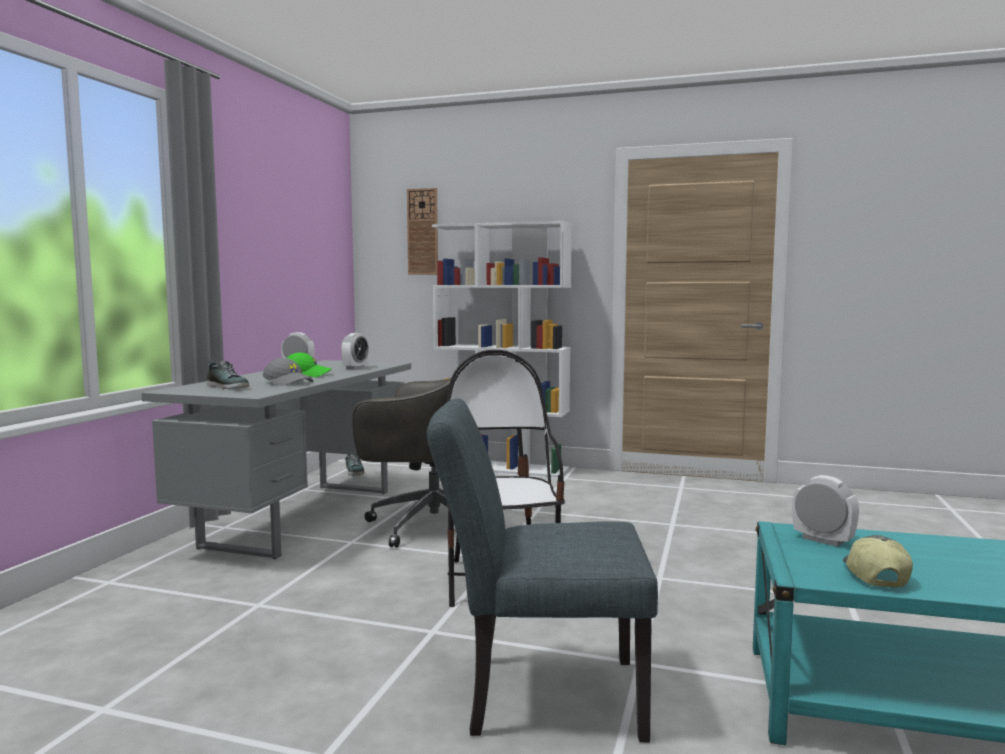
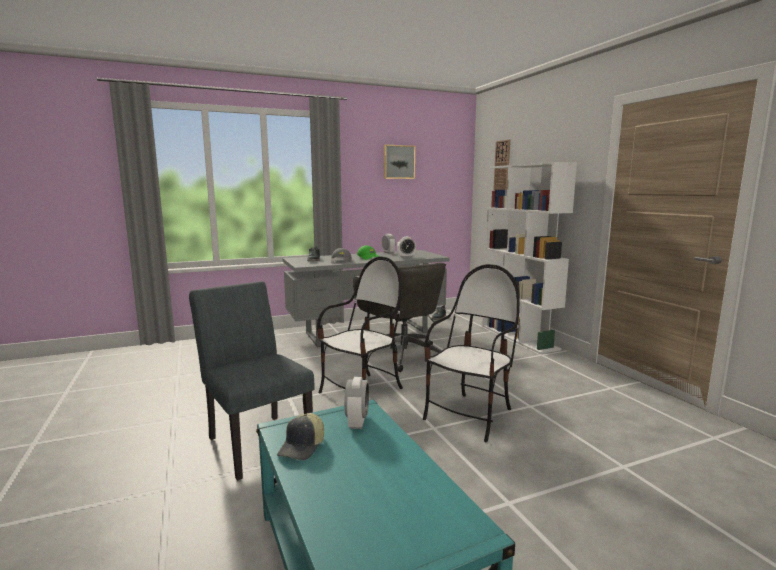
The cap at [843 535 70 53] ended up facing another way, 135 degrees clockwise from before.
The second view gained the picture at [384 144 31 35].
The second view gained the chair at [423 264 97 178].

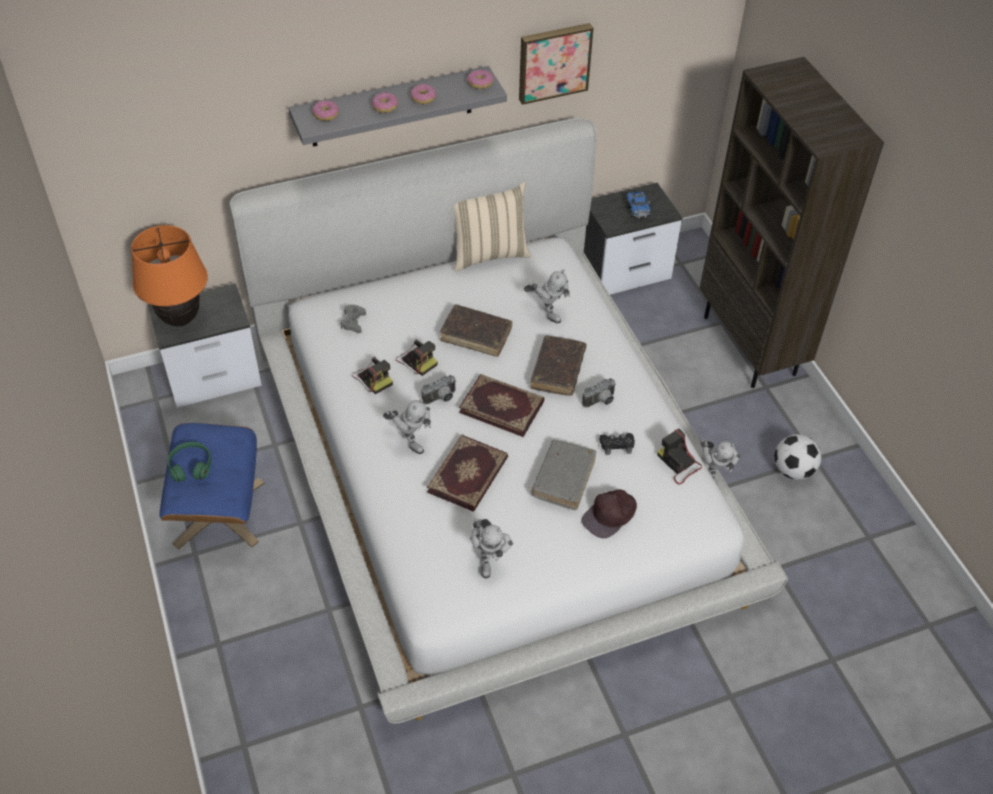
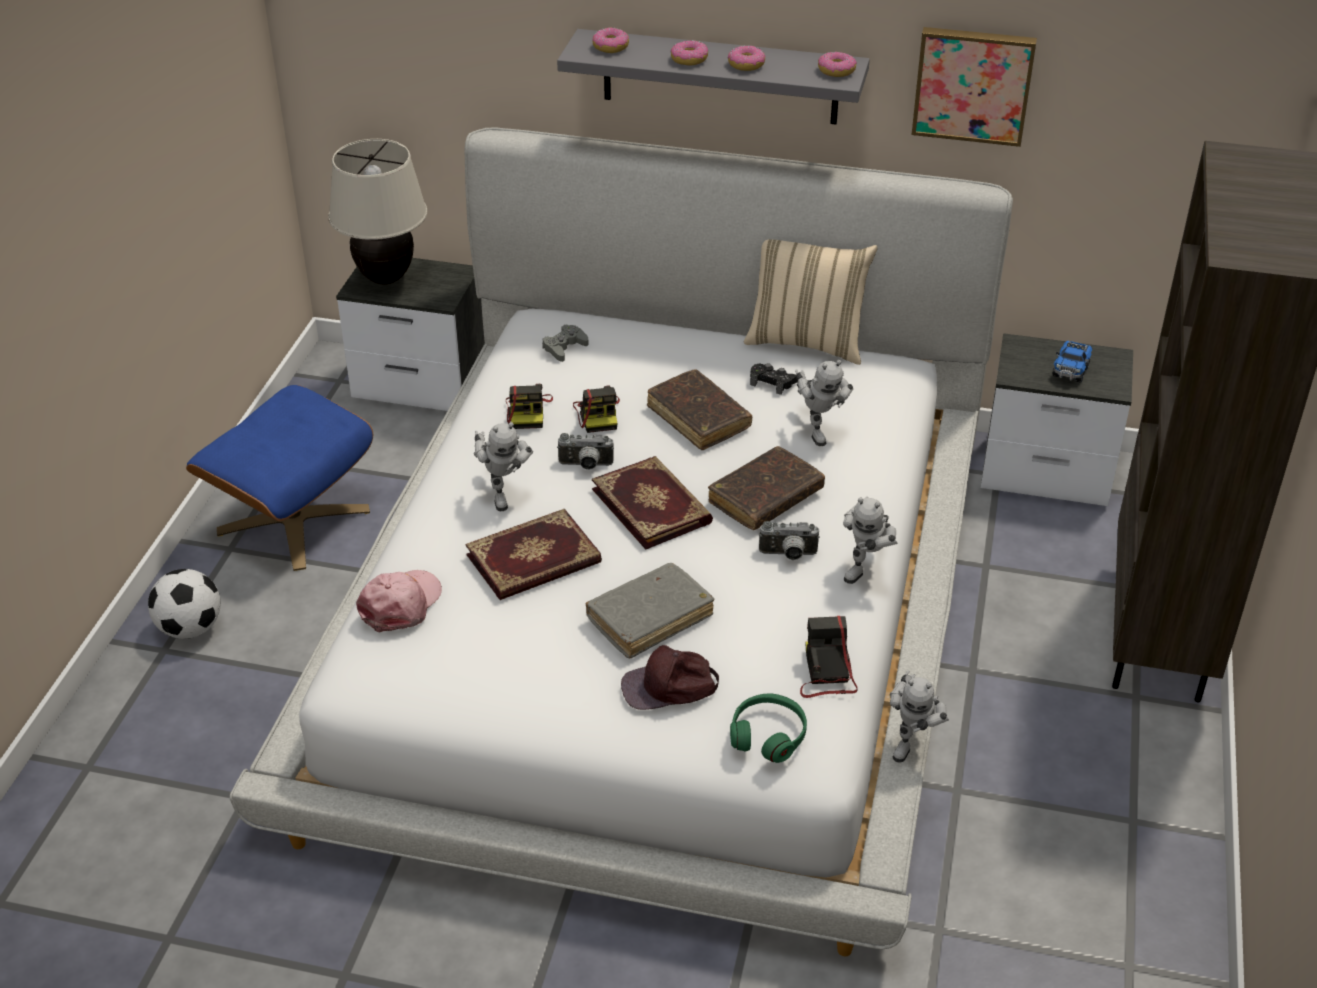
What was the table lamp (orange) at [131 225 77 102] turned into the table lamp (beige) at [328 139 99 146].
The headphones (green) ended up elsewhere, having gone from [168 442 43 40] to [730 693 77 70].
The toy robot ended up elsewhere, having gone from [470 518 44 60] to [843 496 54 88].
The game controller (black) ended up elsewhere, having gone from [599 433 36 22] to [750 363 48 32].
The football ended up elsewhere, having gone from [774 434 47 46] to [148 569 73 70].
The second view gained the cap (pink) at [356 570 86 62].

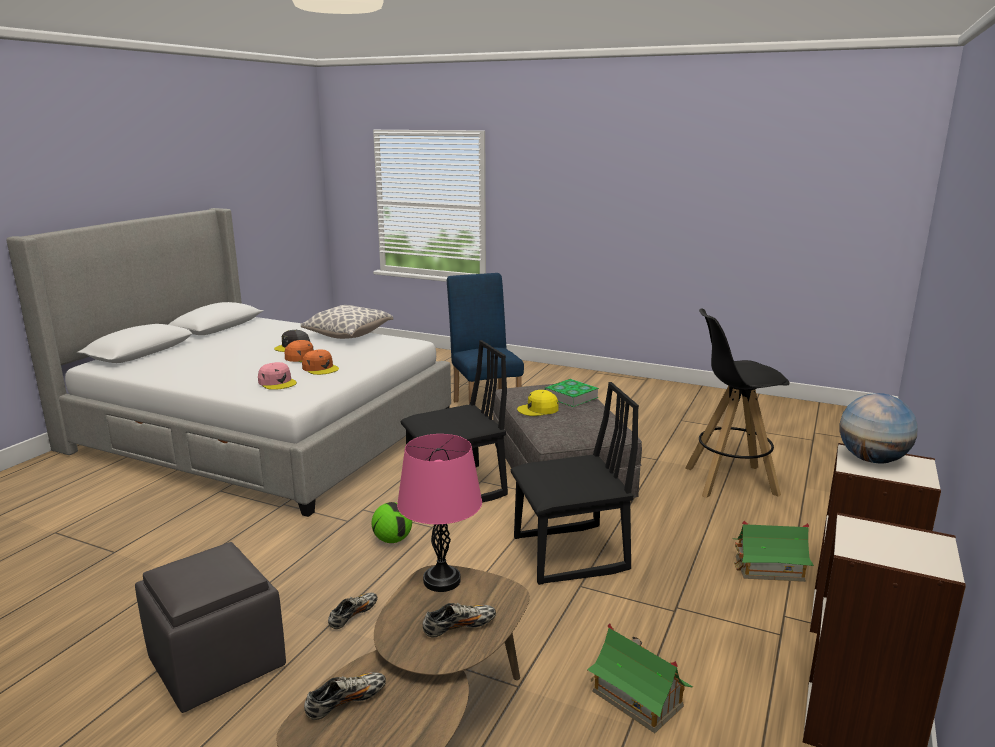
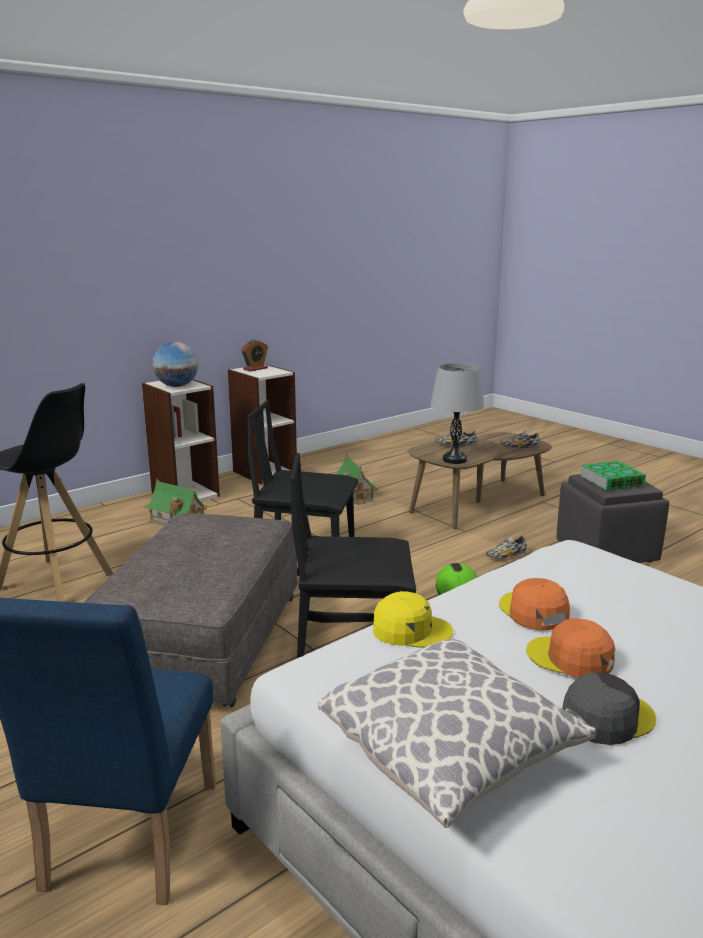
The second view lost the cap (pink) at [258 362 39 28].
What was the table lamp (pink) at [397 434 85 158] turned into the table lamp (grey) at [430 363 54 101].
The cap (yellow) ended up elsewhere, having gone from [517 390 42 26] to [373 591 80 57].
The book ended up elsewhere, having gone from [544 379 55 28] to [581 461 65 30].
The second view gained the alarm clock at [241 340 27 31].

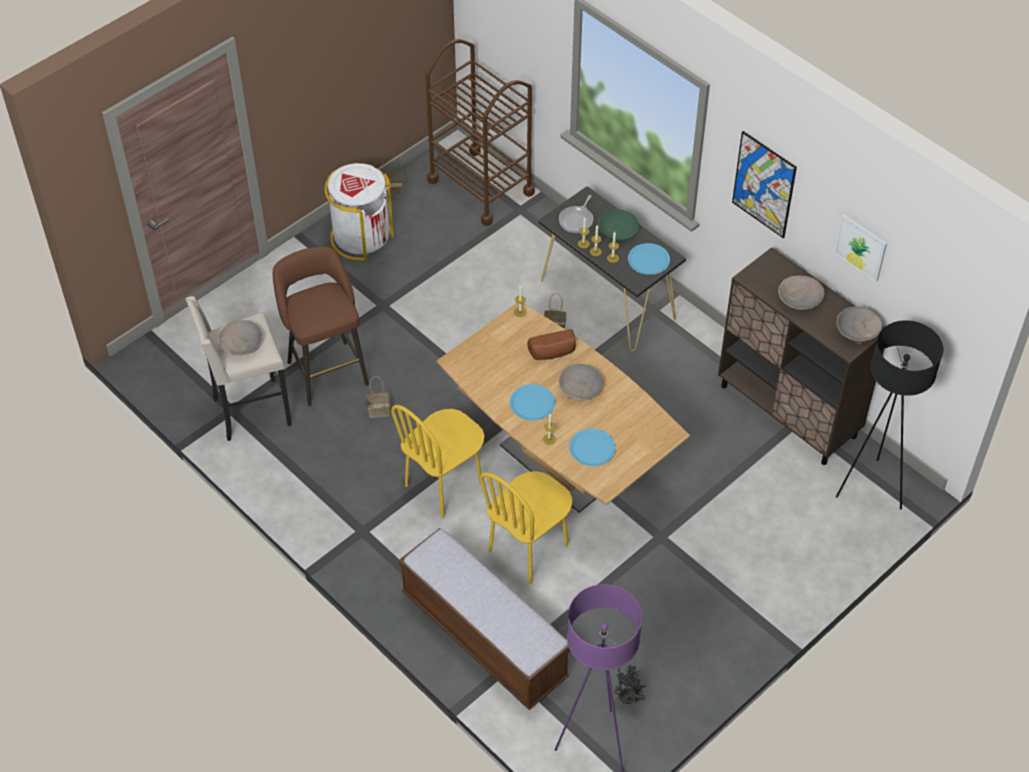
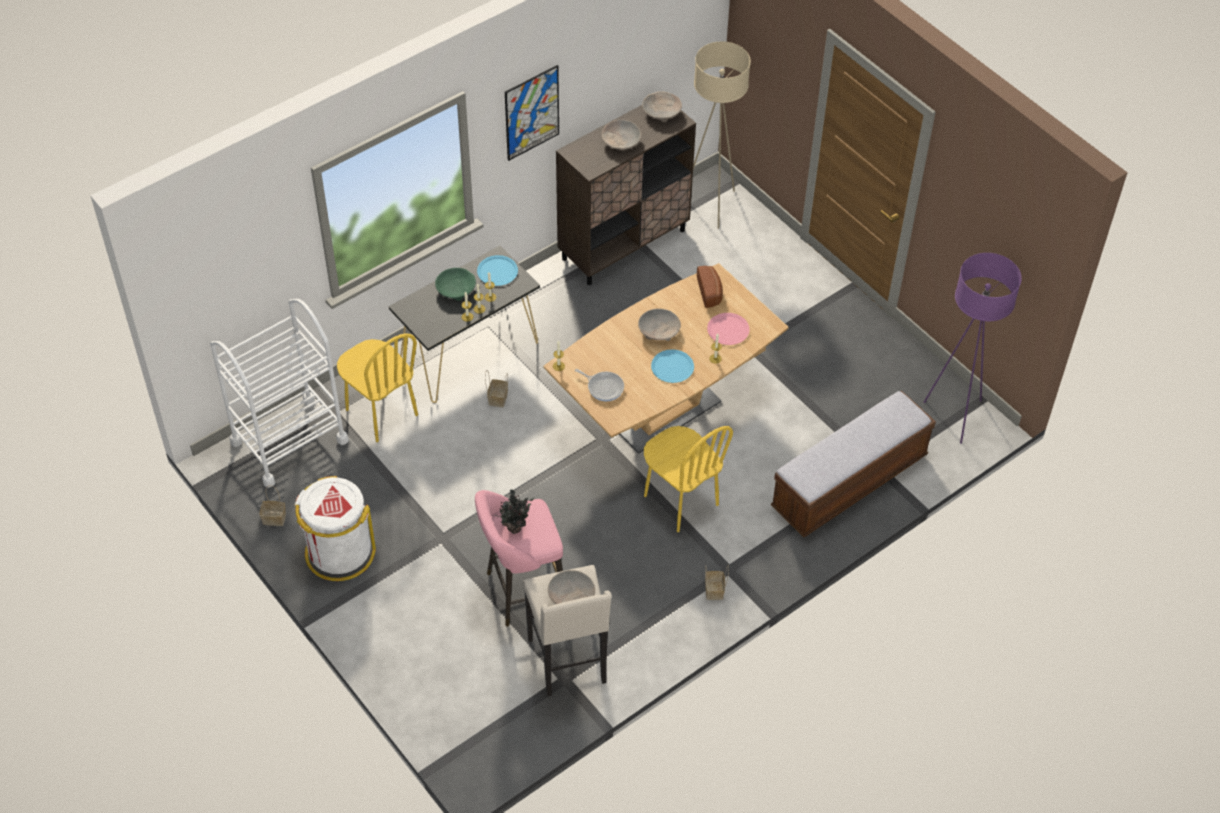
What was the stool (brown) at [273 246 96 160] turned into the stool (pink) at [475 490 88 137].
The basket ended up elsewhere, having gone from [366 377 24 41] to [705 565 24 35].
What was the cart (brown) at [425 39 110 187] turned into the cart (white) at [210 299 139 189].
The chair (yellow) ended up elsewhere, having gone from [480 471 92 113] to [337 334 81 108].
The bread ended up elsewhere, having gone from [527 329 49 31] to [697 266 26 42].
The frying pan ended up elsewhere, having gone from [559 195 34 38] to [575 369 49 32].
What was the plate (blue) at [569 429 47 37] turned into the plate (pink) at [707 313 43 32].
The potted plant ended up elsewhere, having gone from [614 664 32 40] to [495 489 39 45].
The second view lost the picture at [834 214 53 68].
What was the floor lamp (black) at [836 320 107 189] turned into the floor lamp (beige) at [693 41 58 188].

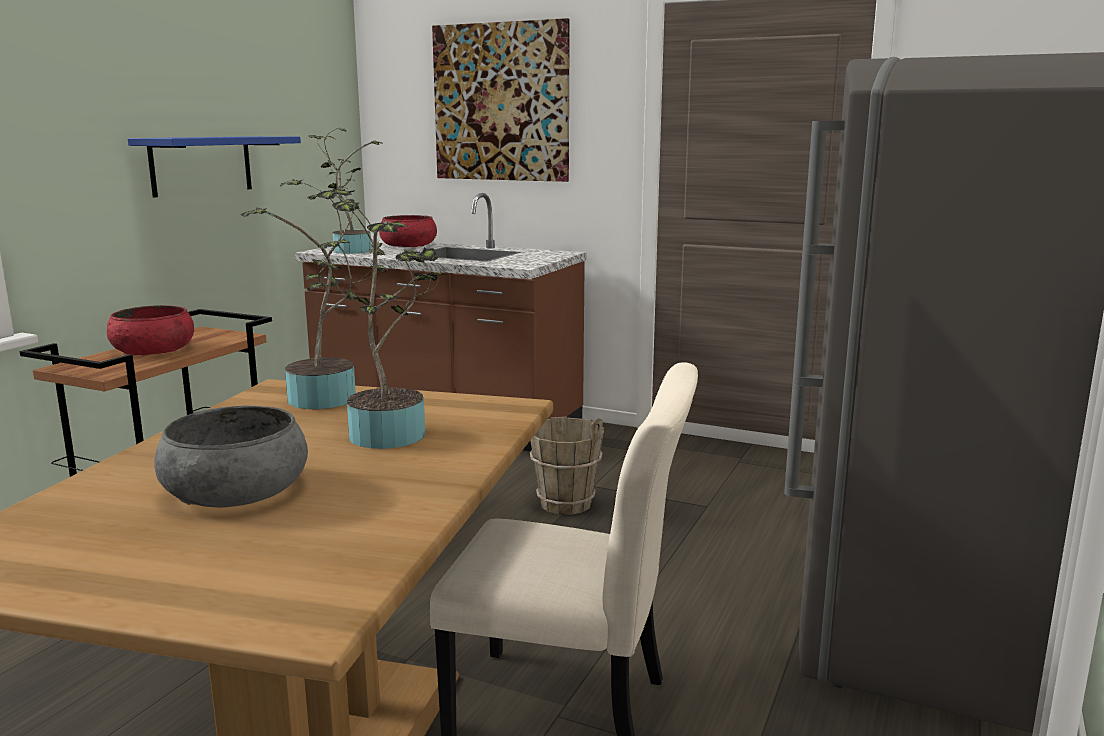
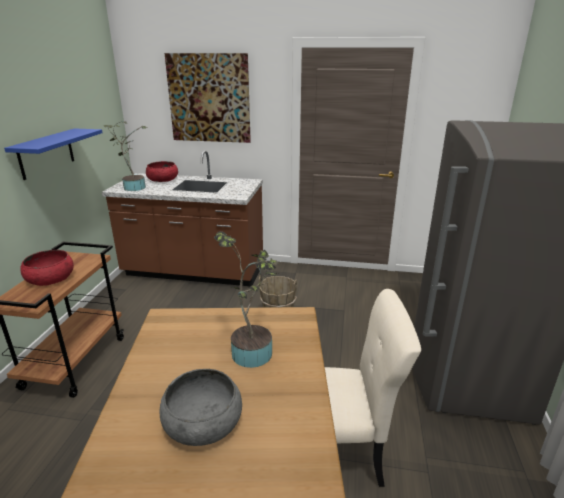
The second view lost the potted plant at [240 179 148 230].

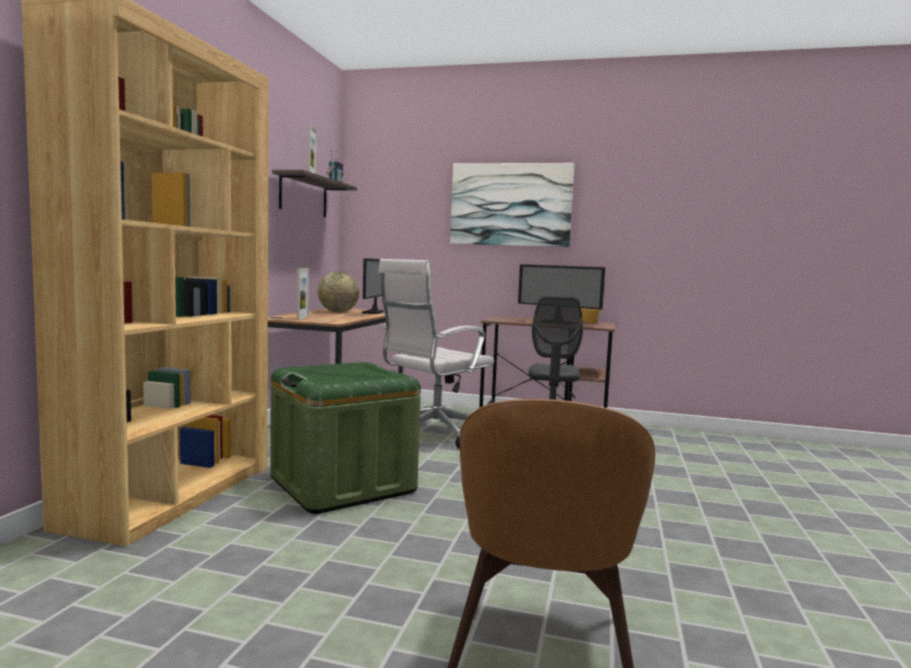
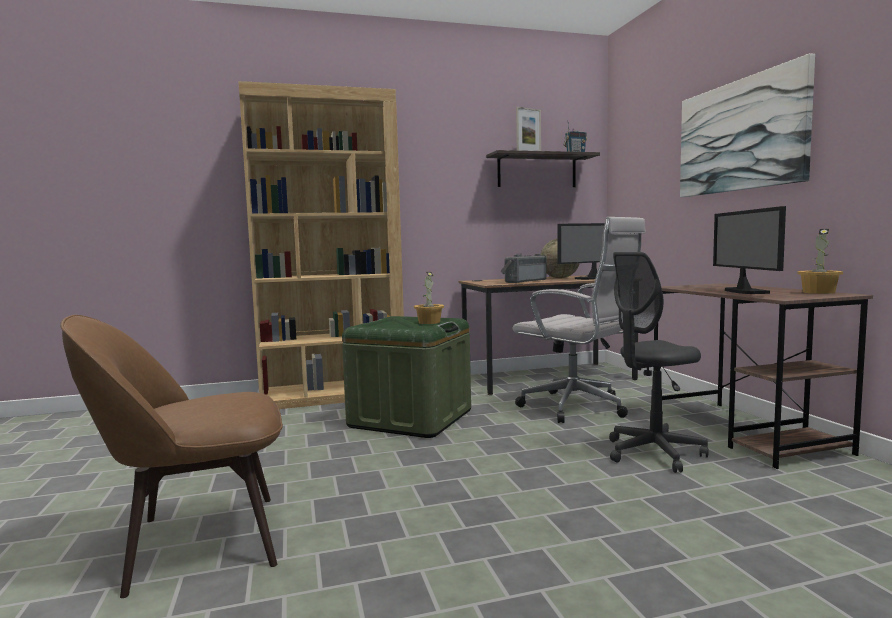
The second view lost the picture frame at [297 268 12 52].
The office chair (white) at [378 259 116 190] ended up facing another way, 150 degrees counterclockwise from before.
The second view gained the potted plant at [414 272 30 52].
The second view gained the radio at [501 253 46 30].

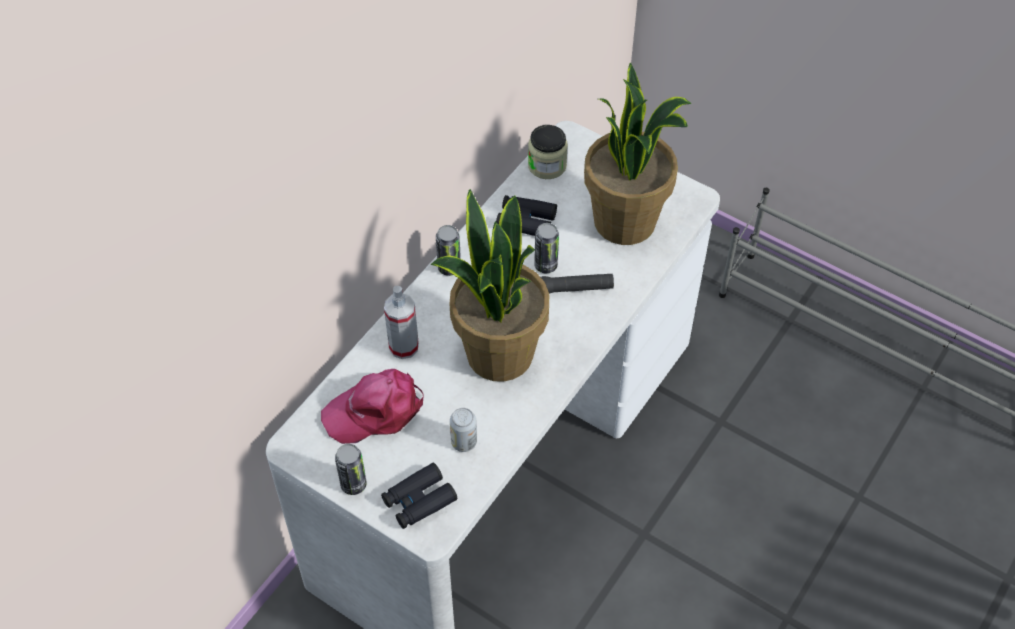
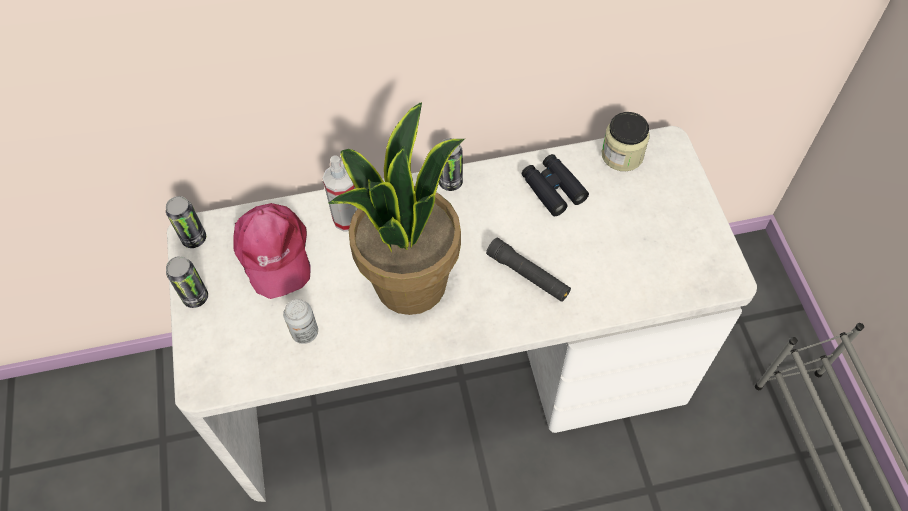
The cap (pink) at [321 369 103 75] ended up facing another way, 135 degrees counterclockwise from before.
The second view lost the binoculars (black) at [381 463 76 66].
The can ended up elsewhere, having gone from [534 223 25 50] to [166 196 40 52].
The second view lost the potted plant at [584 62 107 183].

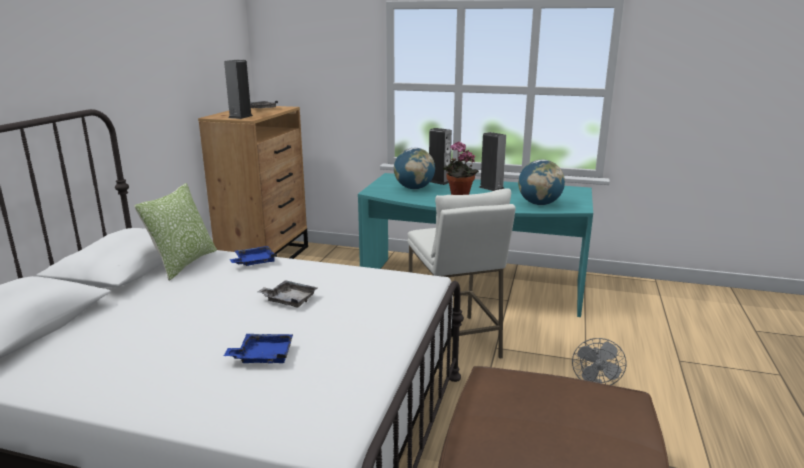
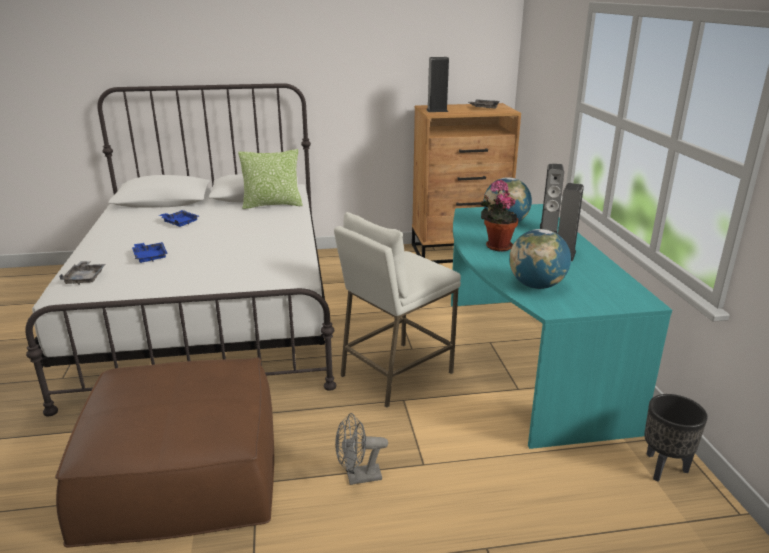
The tray (blue) ended up elsewhere, having gone from [230 246 47 20] to [159 210 40 17].
The tray (grey) ended up elsewhere, having gone from [258 280 60 28] to [59 261 47 24].
The second view gained the planter (black) at [644 394 64 88].

